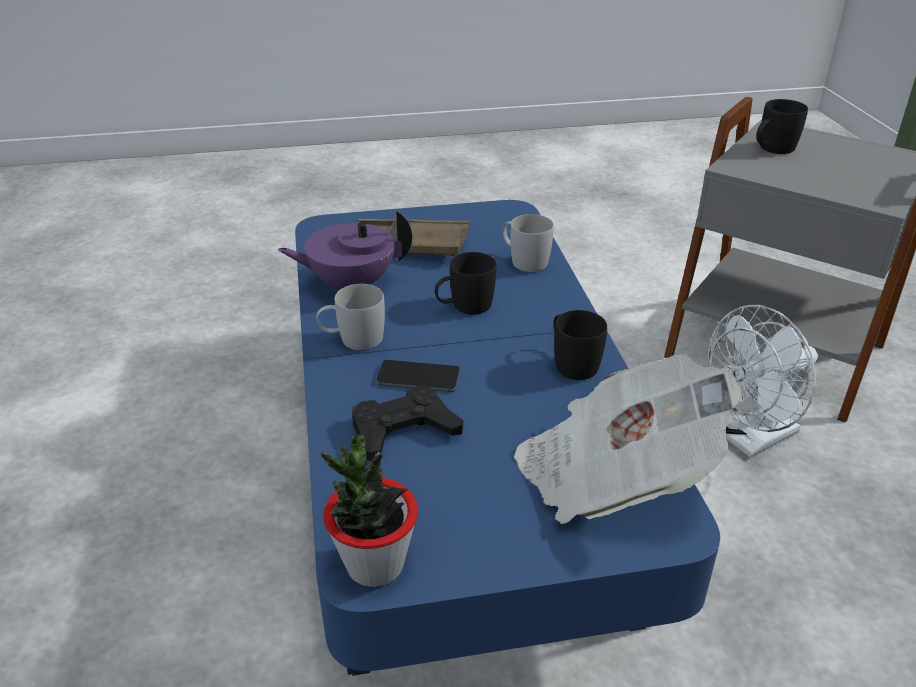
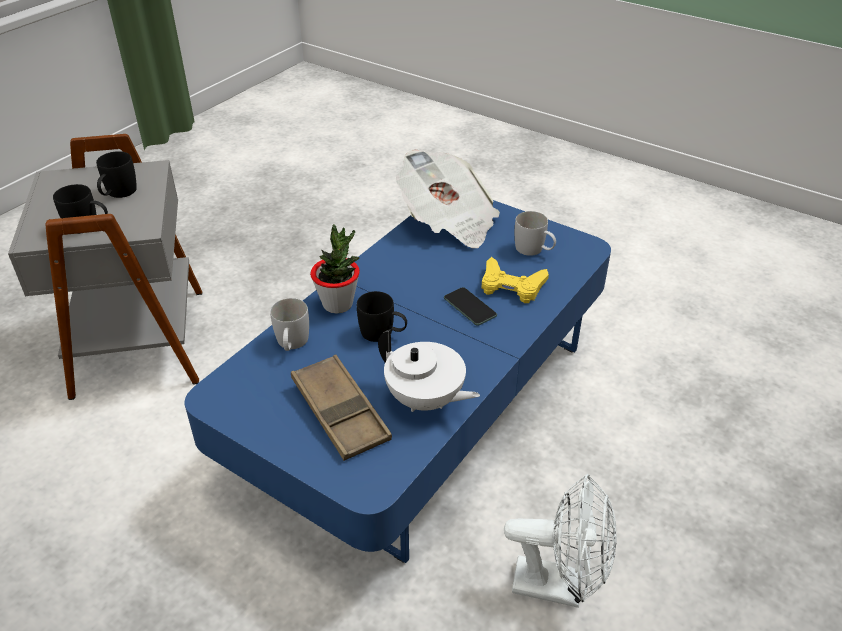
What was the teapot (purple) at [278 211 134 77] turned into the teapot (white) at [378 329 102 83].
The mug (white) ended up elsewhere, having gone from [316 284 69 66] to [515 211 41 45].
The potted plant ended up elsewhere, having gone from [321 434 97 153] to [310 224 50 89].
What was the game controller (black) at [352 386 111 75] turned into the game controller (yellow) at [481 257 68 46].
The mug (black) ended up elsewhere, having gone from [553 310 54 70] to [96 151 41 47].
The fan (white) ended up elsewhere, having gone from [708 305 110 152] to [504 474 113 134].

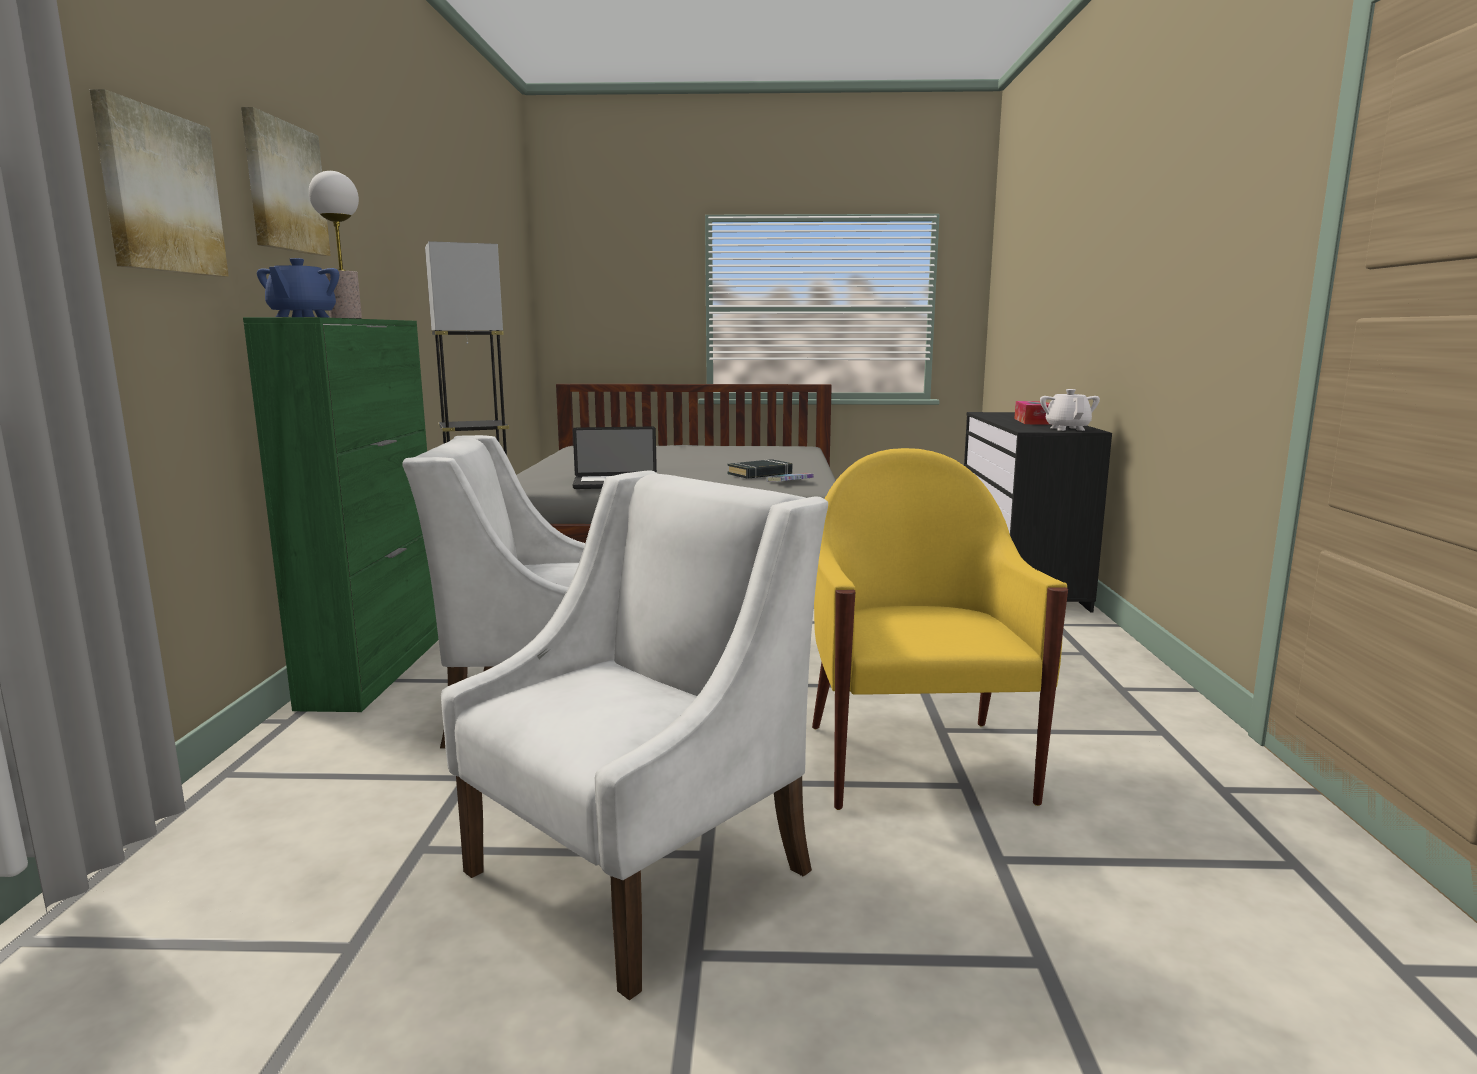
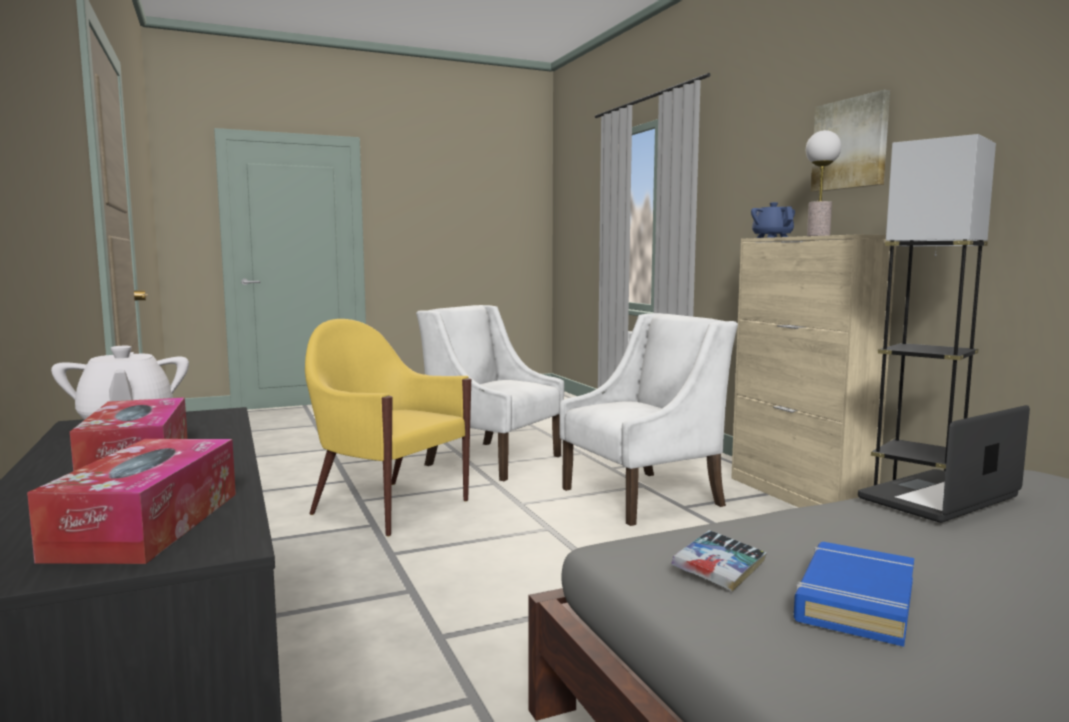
The second view lost the picture at [90 89 139 188].
What was the cabinet (green) at [243 317 196 395] turned into the cabinet (beige) at [731 235 165 273].
The armchair (white) at [441 470 387 530] ended up facing another way, 105 degrees clockwise from before.
What was the book (black) at [728 459 64 20] turned into the book (blue) at [794 542 120 105].
The armchair (yellow) at [812 448 256 362] ended up facing another way, 150 degrees clockwise from before.
The second view gained the tissue box at [27 439 209 125].

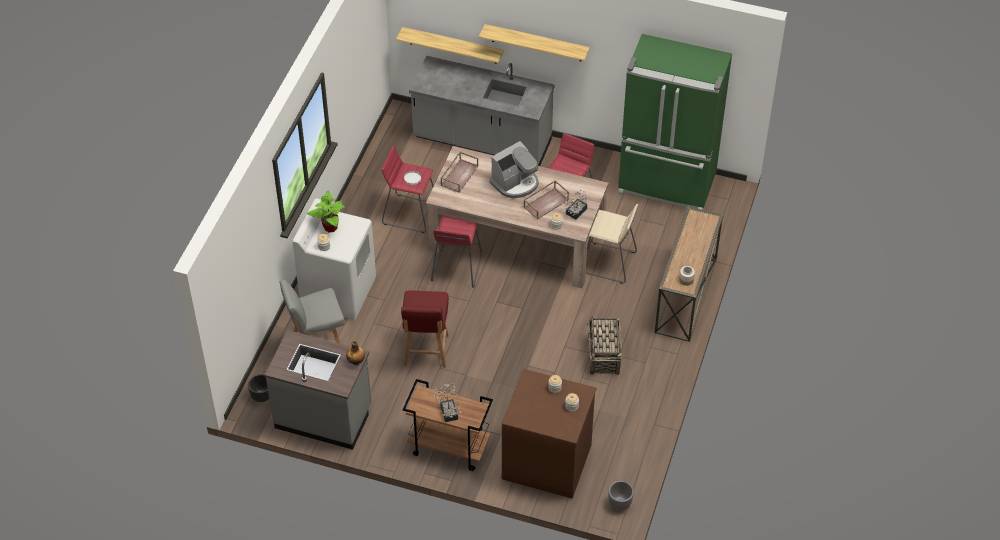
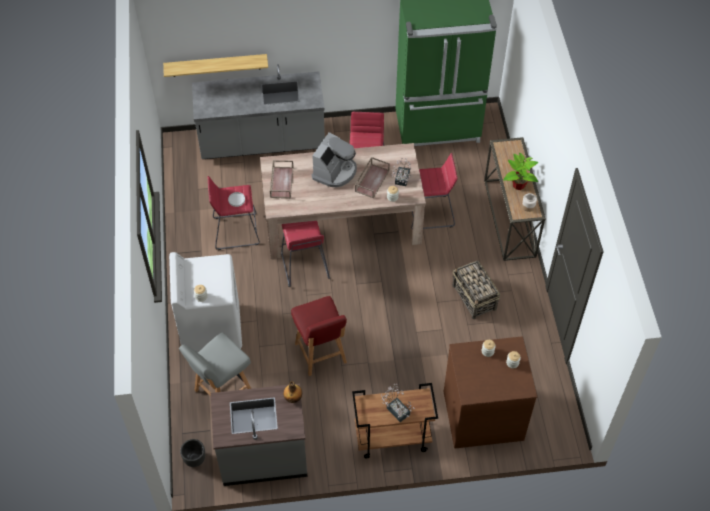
The potted plant ended up elsewhere, having gone from [307 191 38 41] to [503 153 35 37].
The second view lost the shelf at [479 24 111 38].
What was the stool (beige) at [586 204 52 80] turned into the stool (red) at [411 153 47 76].
The second view lost the planter (grey) at [608 481 26 29].

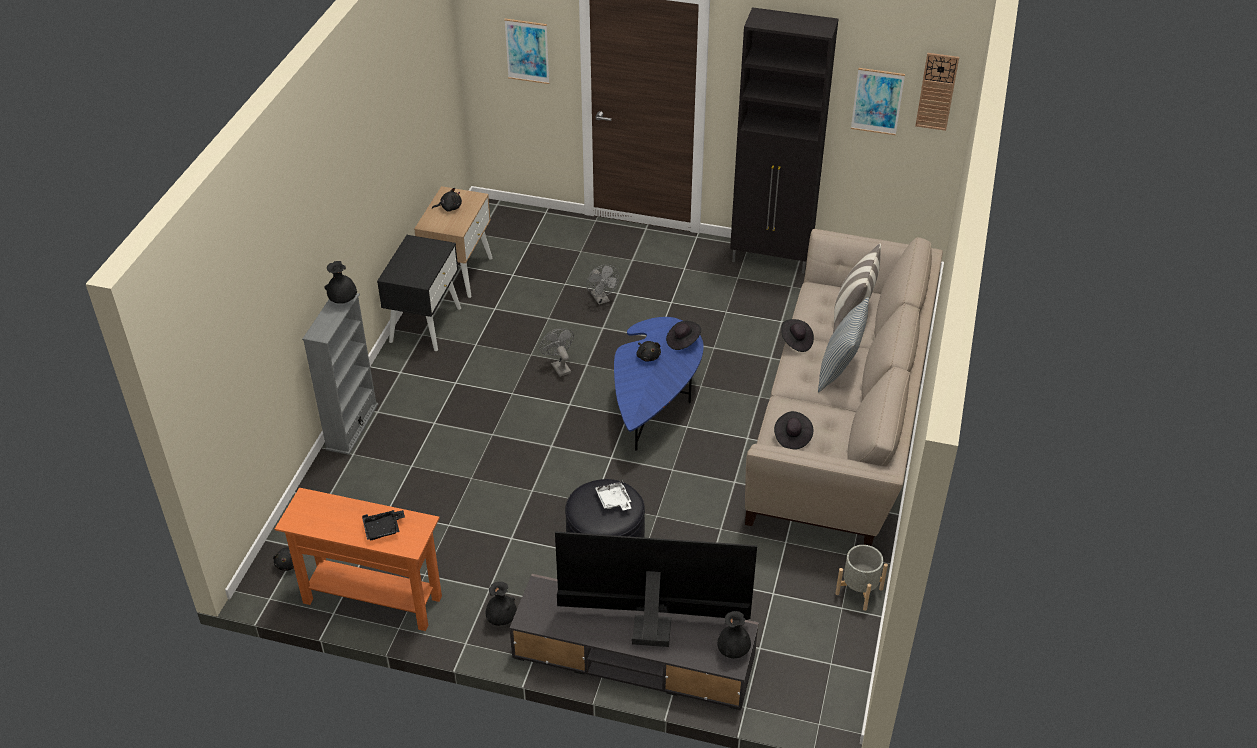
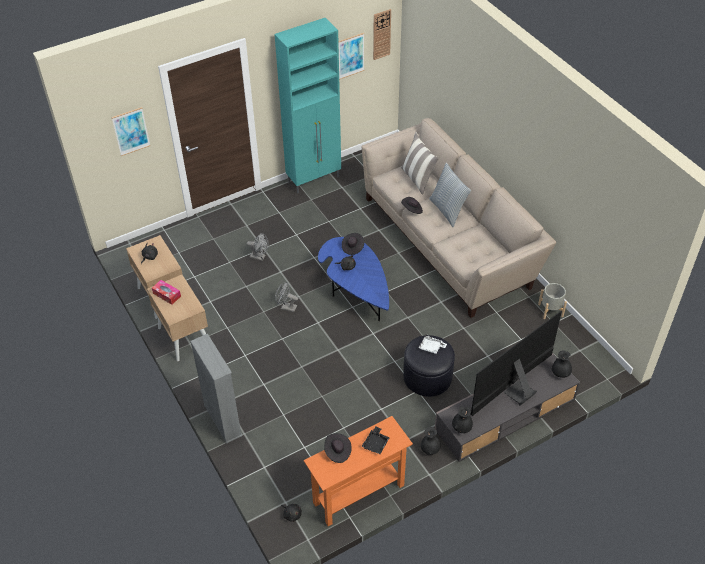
The vase (black) ended up elsewhere, having gone from [324 261 33 43] to [452 406 21 27].
What was the nightstand (black) at [377 235 84 116] turned into the nightstand (beige) at [147 275 61 86].
What was the cabinet (black) at [730 7 108 267] turned into the cabinet (turquoise) at [275 18 66 175].
The hat (black) ended up elsewhere, having gone from [774 411 39 39] to [324 433 28 30].
The second view gained the tissue box at [152 280 29 25].

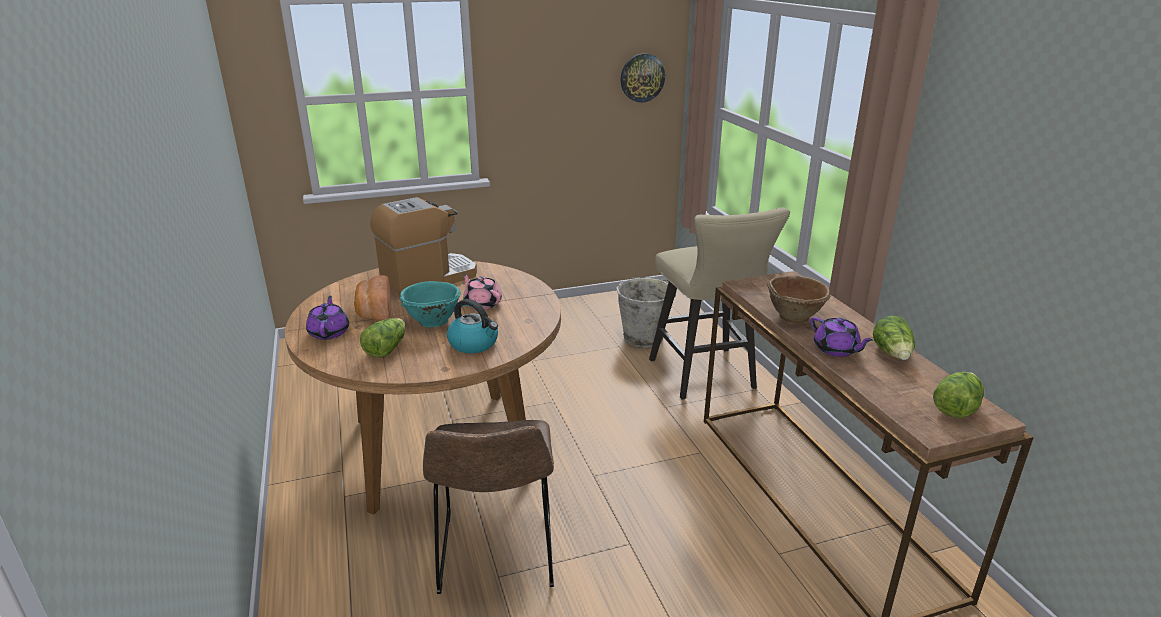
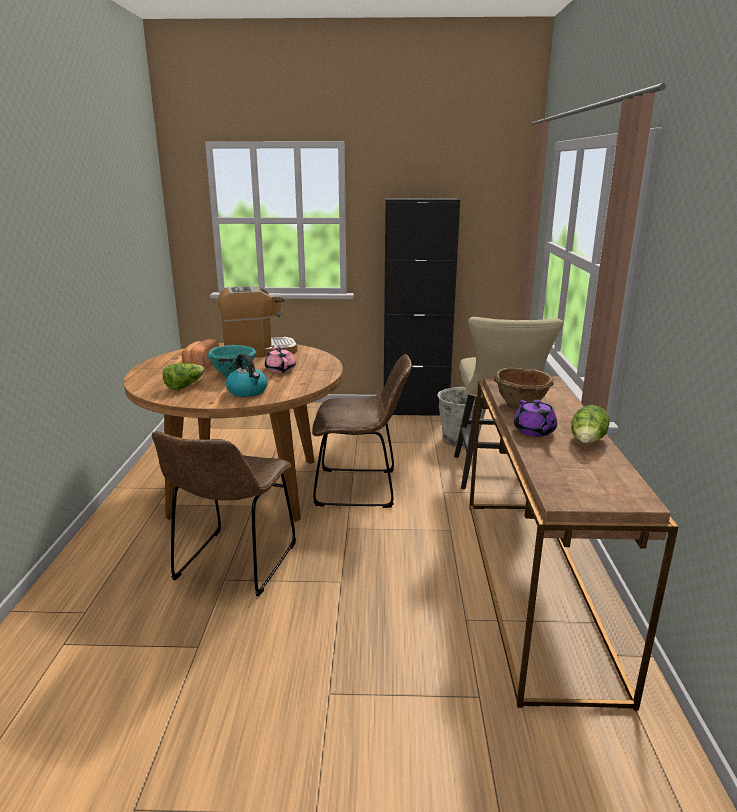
The second view lost the teapot (purple) at [306 296 43 44].
The second view lost the wall clock at [621 53 44 50].
The second view lost the lettuce at [933 372 51 46].
The second view gained the chair (brown) at [312 354 100 154].
The second view gained the cabinet (black) at [384 198 76 218].

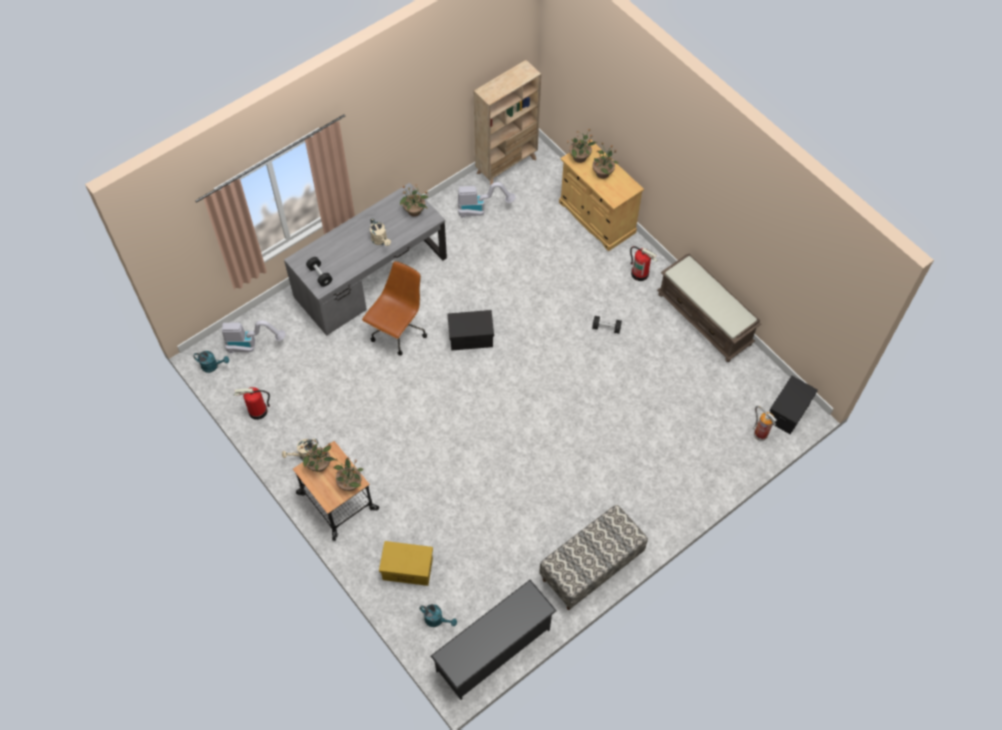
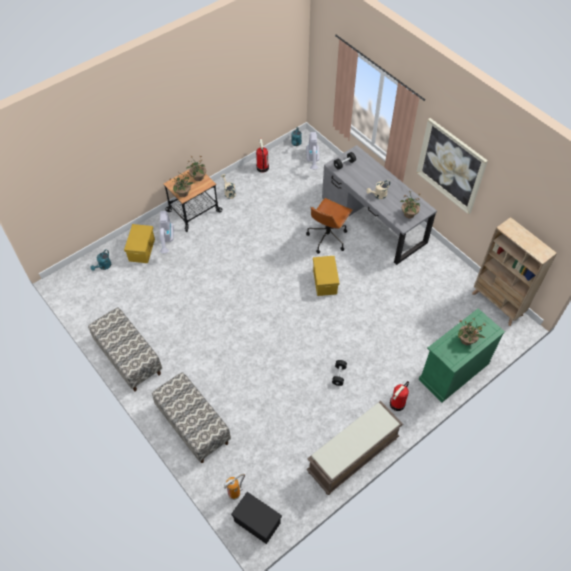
The office chair (brown) at [362 261 65 95] ended up facing another way, 90 degrees clockwise from before.
The second view lost the shoe rack (black) at [431 580 126 120].
What was the storage box (black) at [447 310 47 40] turned into the storage box (yellow) at [313 256 26 40].
The vacuum cleaner ended up elsewhere, having gone from [458 182 58 36] to [159 211 15 42].
What was the cabinet (beige) at [559 139 85 112] turned into the cabinet (green) at [419 308 86 94].
The second view lost the potted plant at [566 130 31 33].
The second view gained the bench at [152 372 79 91].
The second view gained the picture at [416 118 72 97].

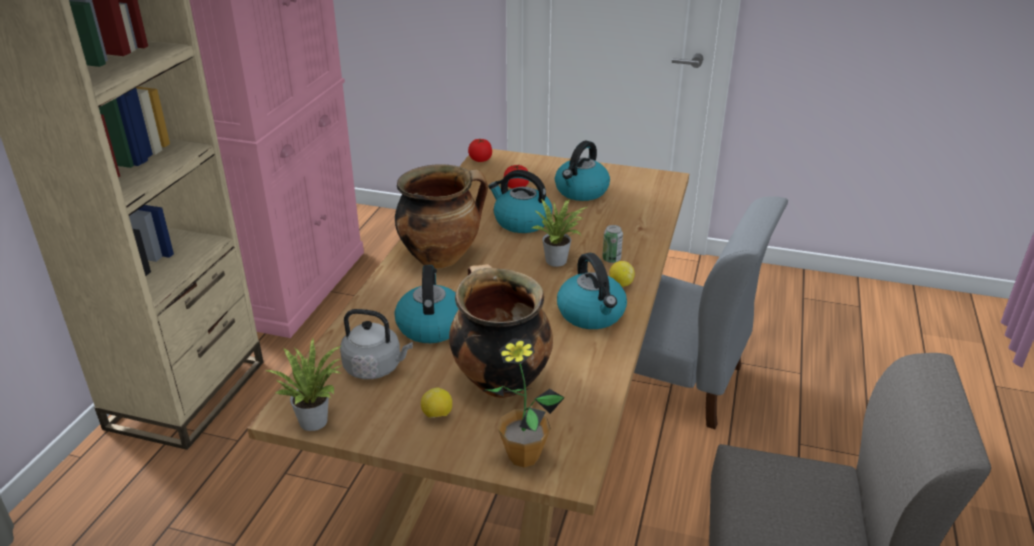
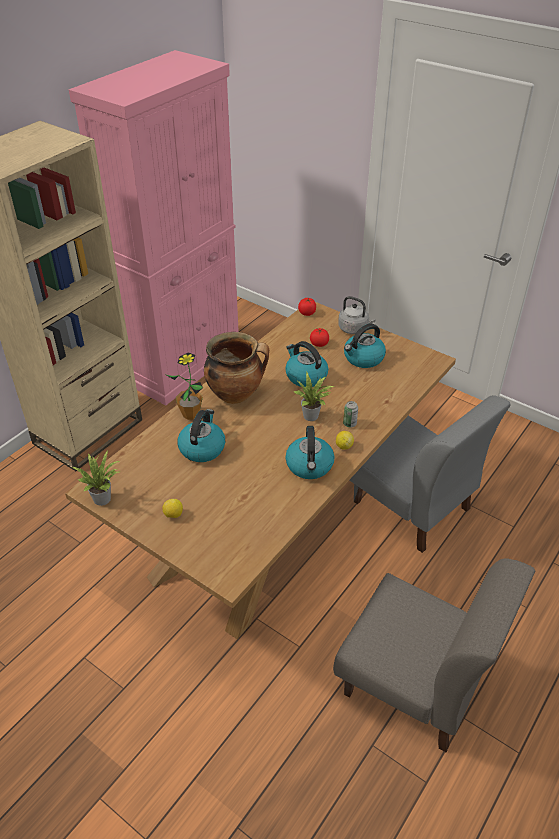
The kettle (grey) ended up elsewhere, having gone from [340 309 73 70] to [338 296 38 38].
The second view lost the cooking pot at [449 264 104 134].
The potted plant ended up elsewhere, having gone from [483 339 82 128] to [167 352 36 68].

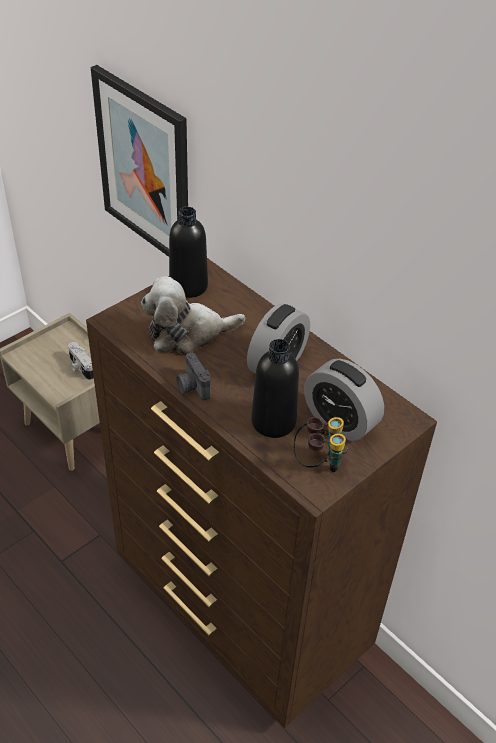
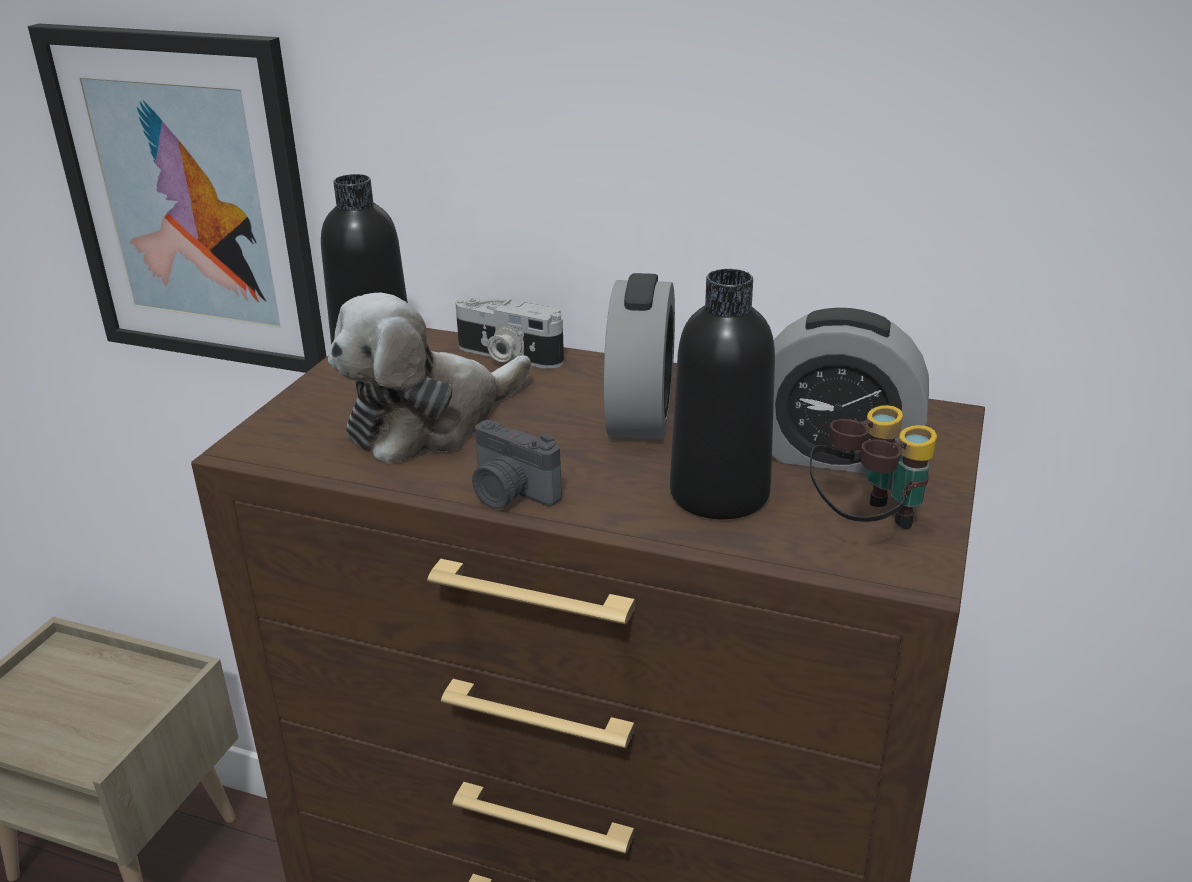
The photo camera ended up elsewhere, having gone from [68 342 26 38] to [455 297 109 72].

